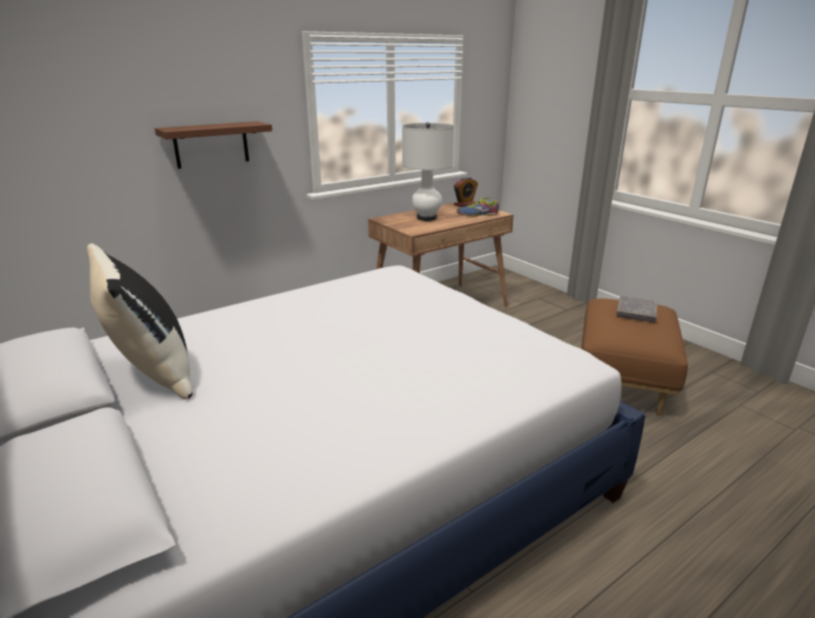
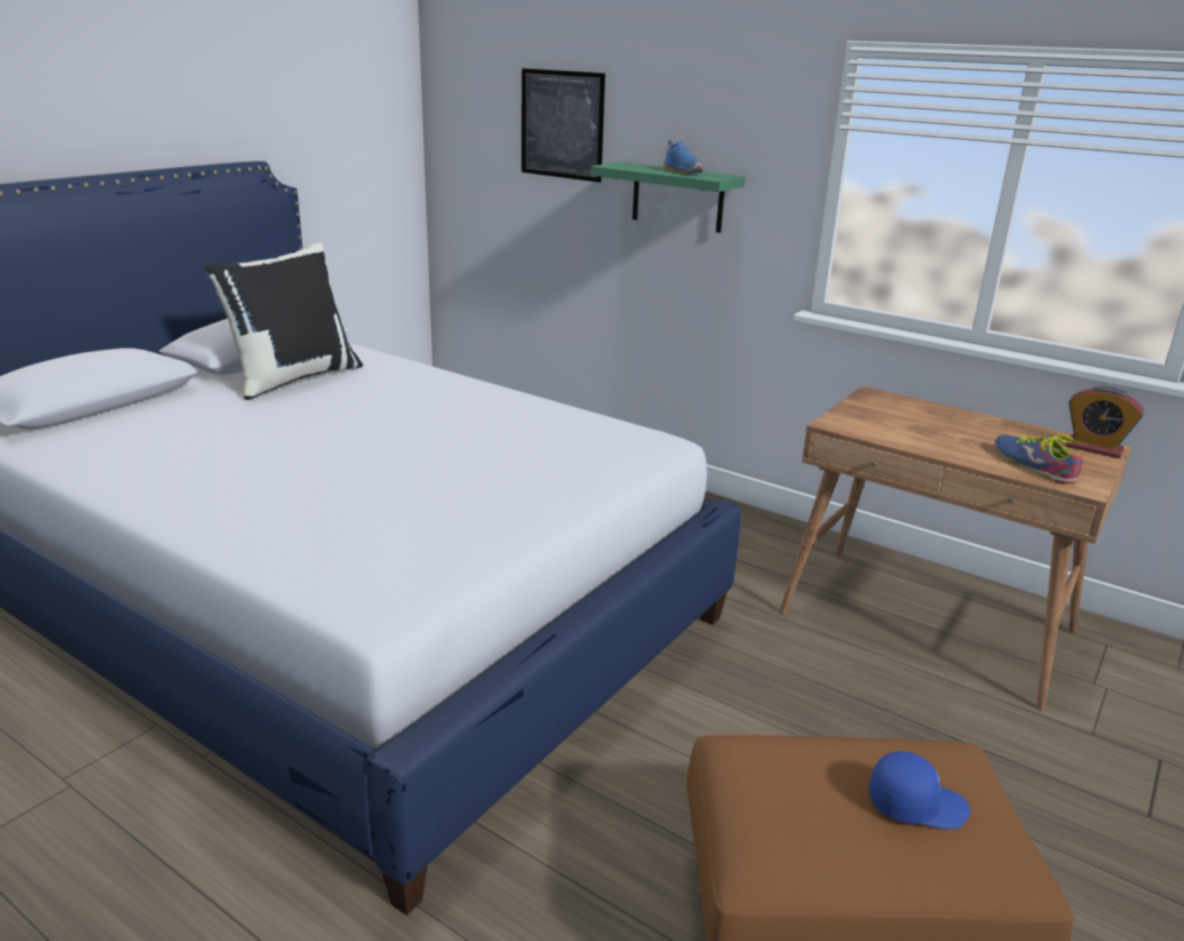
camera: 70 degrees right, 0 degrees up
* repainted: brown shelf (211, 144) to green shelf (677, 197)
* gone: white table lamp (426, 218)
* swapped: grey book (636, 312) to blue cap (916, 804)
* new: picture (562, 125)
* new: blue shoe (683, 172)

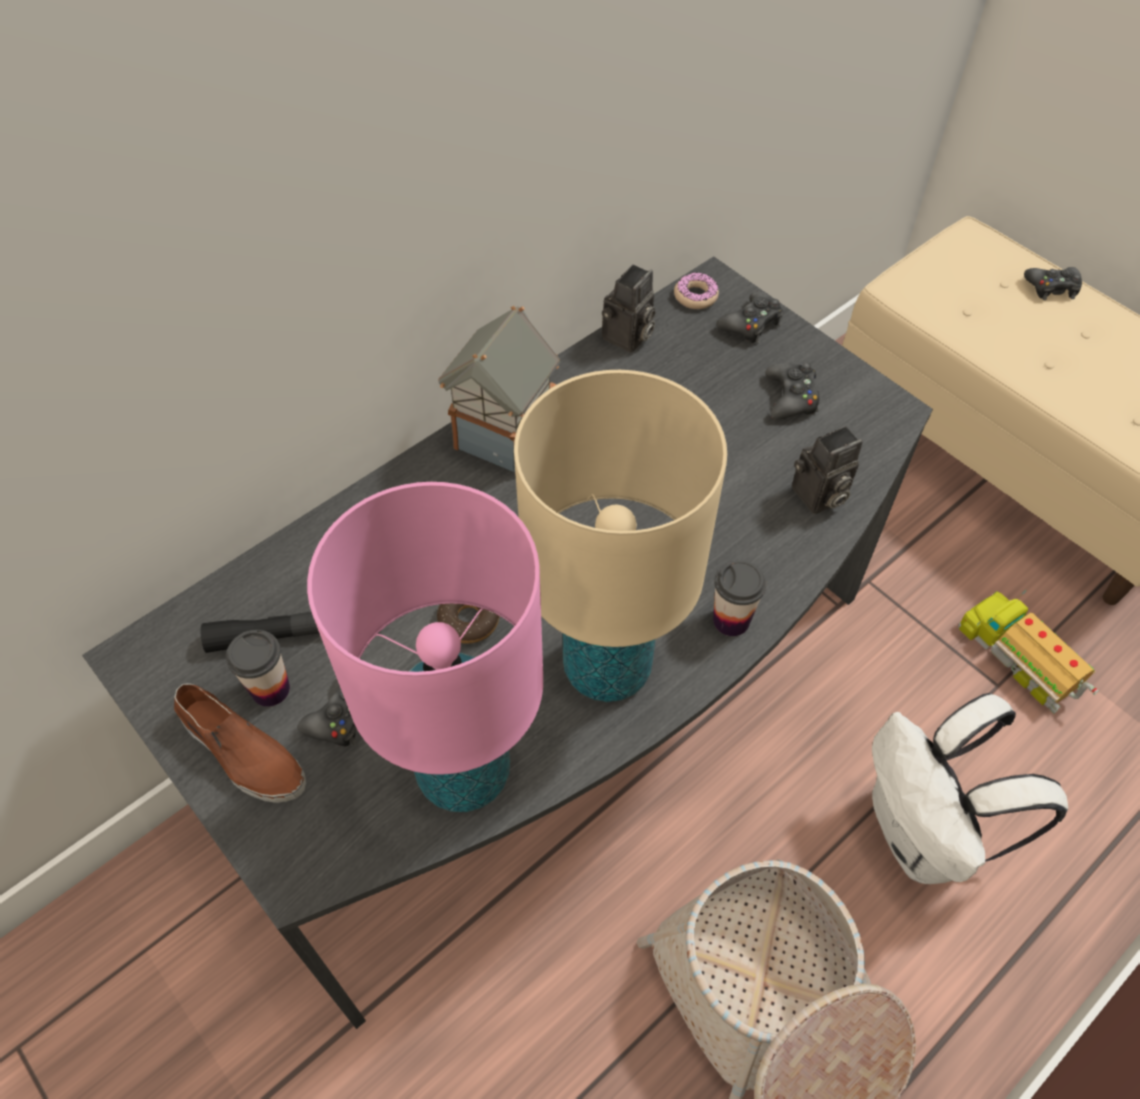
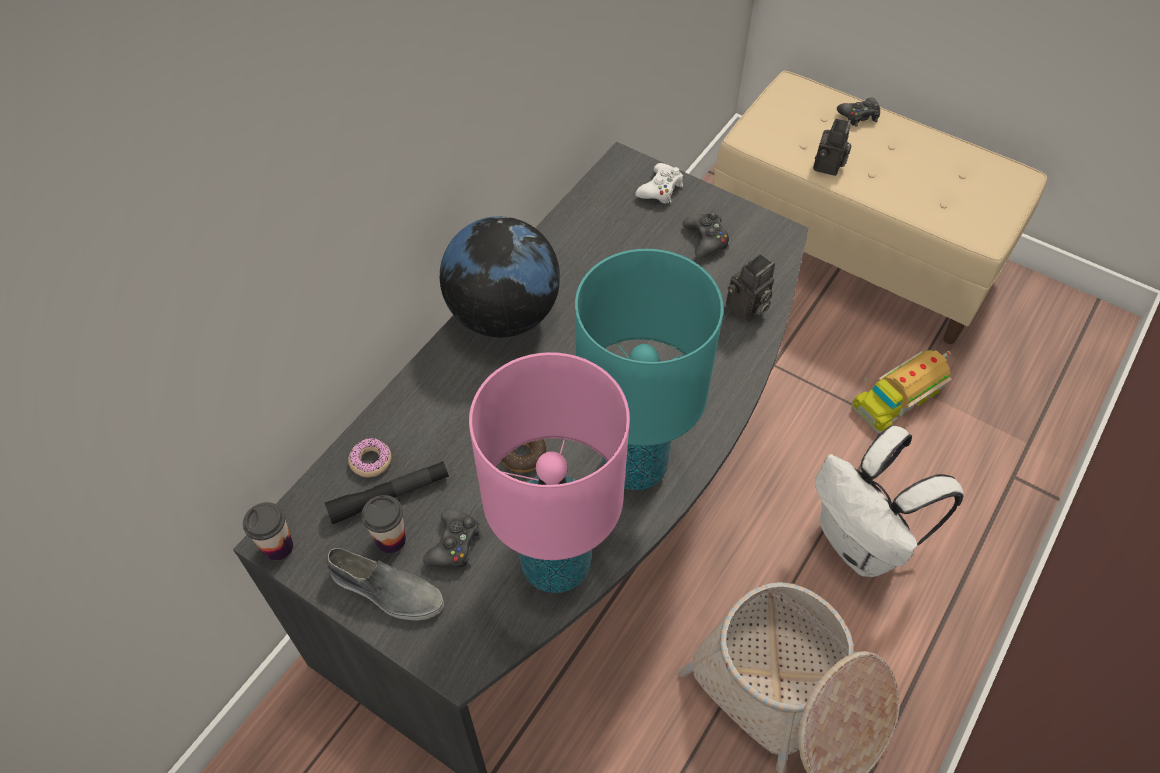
camera: 15 degrees left, 0 degrees up
* repainted: brown shoe (242, 752) to grey shoe (386, 590)
* swapped: toy house (504, 439) to globe (504, 314)
* repainted: beige table lamp (608, 667) to turquoise table lamp (635, 465)
* shifted: photo camera (627, 338) to (828, 167)
* shifted: donut (695, 296) to (371, 461)
* shifted: cup (731, 620) to (278, 547)
* repainted: black game controller (751, 324) to white game controller (660, 189)
* rotated: toy truck (1022, 657) = (898, 396) 75 degrees counterclockwise

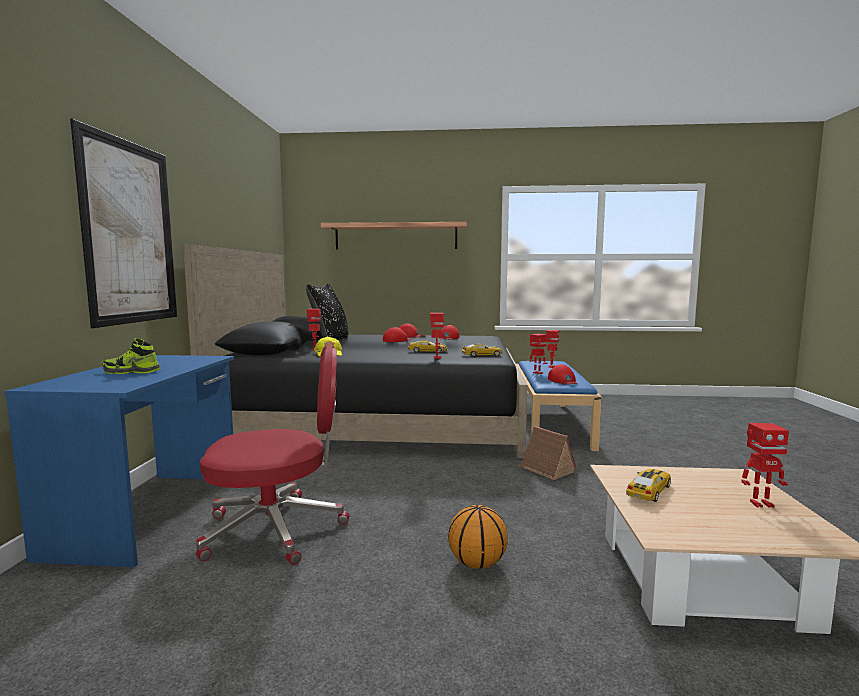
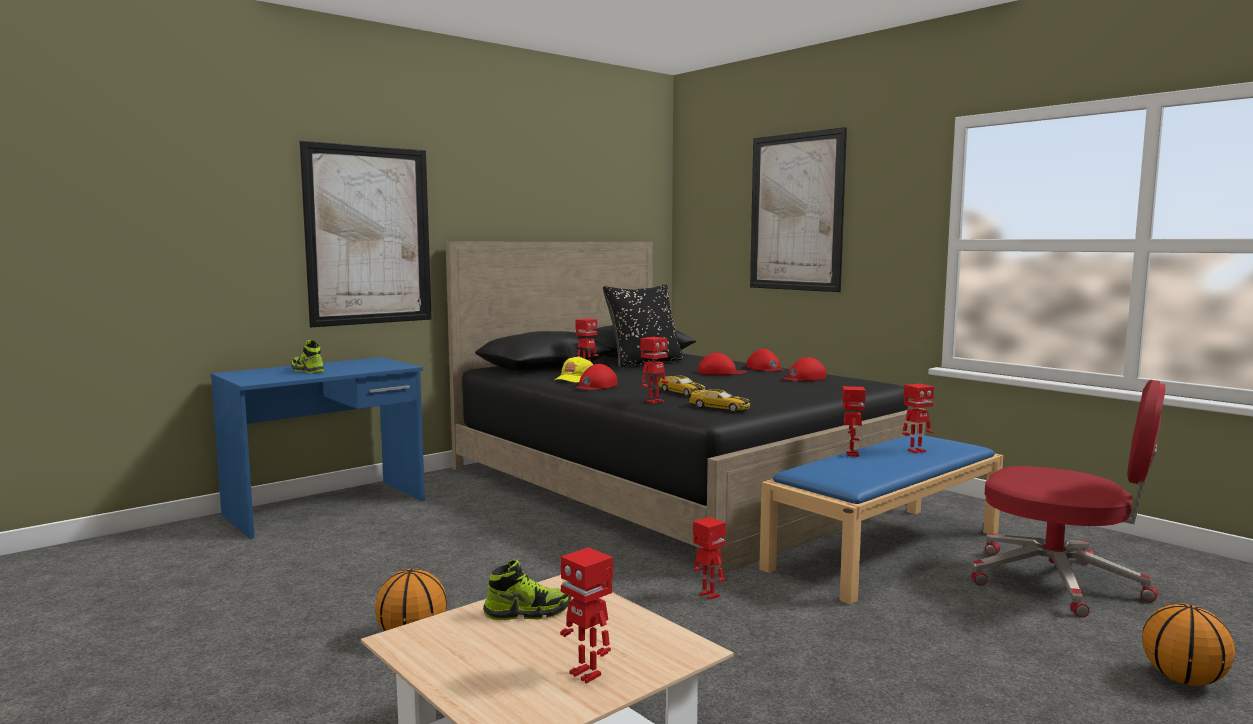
camera: 45 degrees right, 0 degrees up
* shifted: red office chair (277, 529) to (1060, 582)
* swapped: shelf (396, 236) to picture (796, 212)
* swapped: toy house (546, 469) to toy robot (708, 595)
* shifted: red cap (563, 381) to (595, 386)
* swapped: toy car (649, 491) to shoe (527, 612)
* new: basketball (1184, 680)

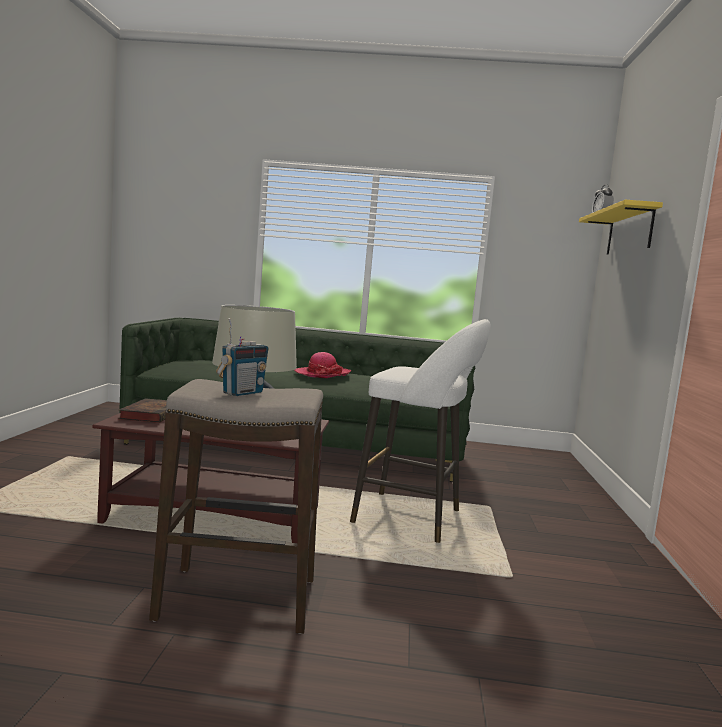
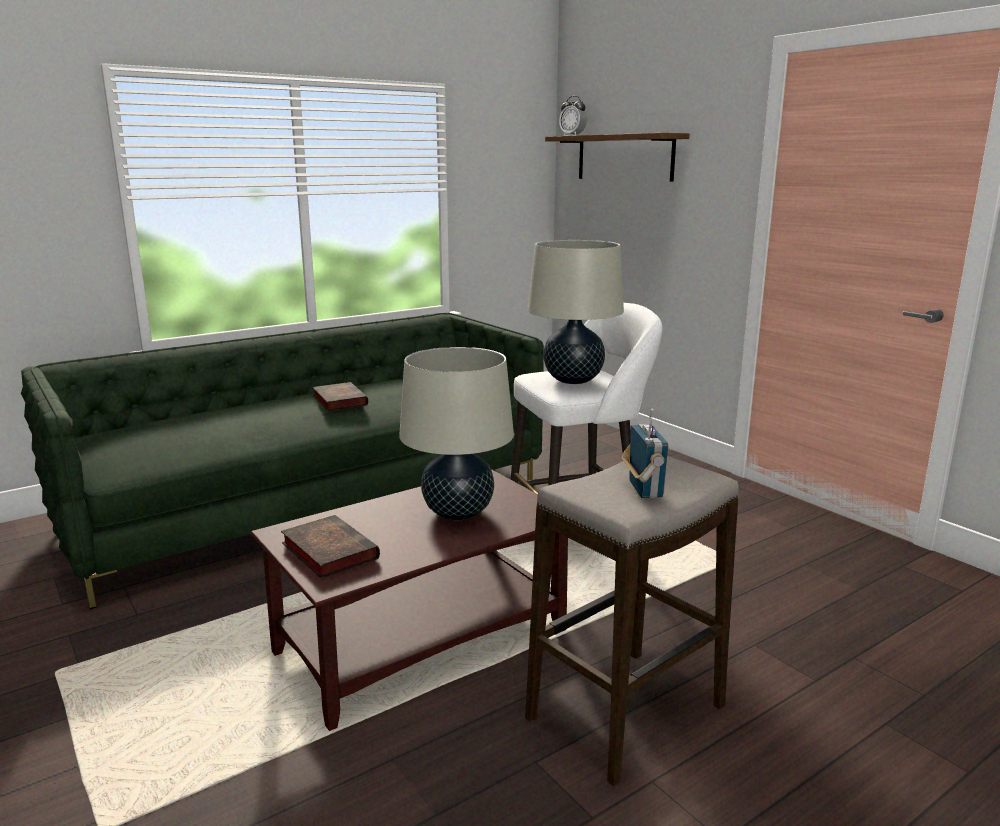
camera: 40 degrees left, 10 degrees up
* swapped: hat (322, 374) to book (338, 400)
* repainted: yellow shelf (629, 232) to brown shelf (624, 157)
* new: beige table lamp (573, 380)

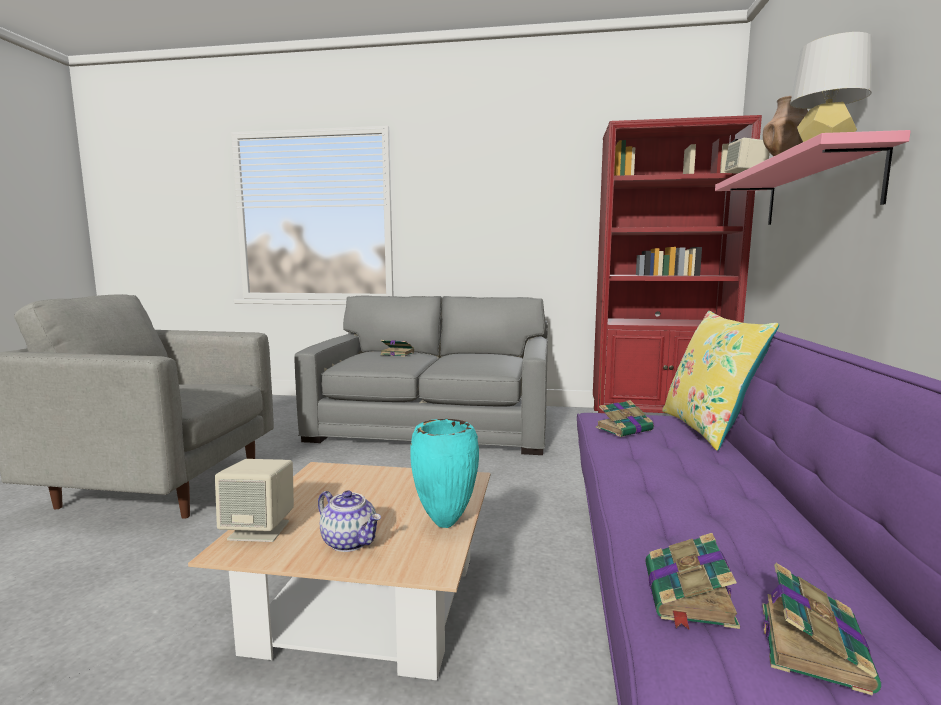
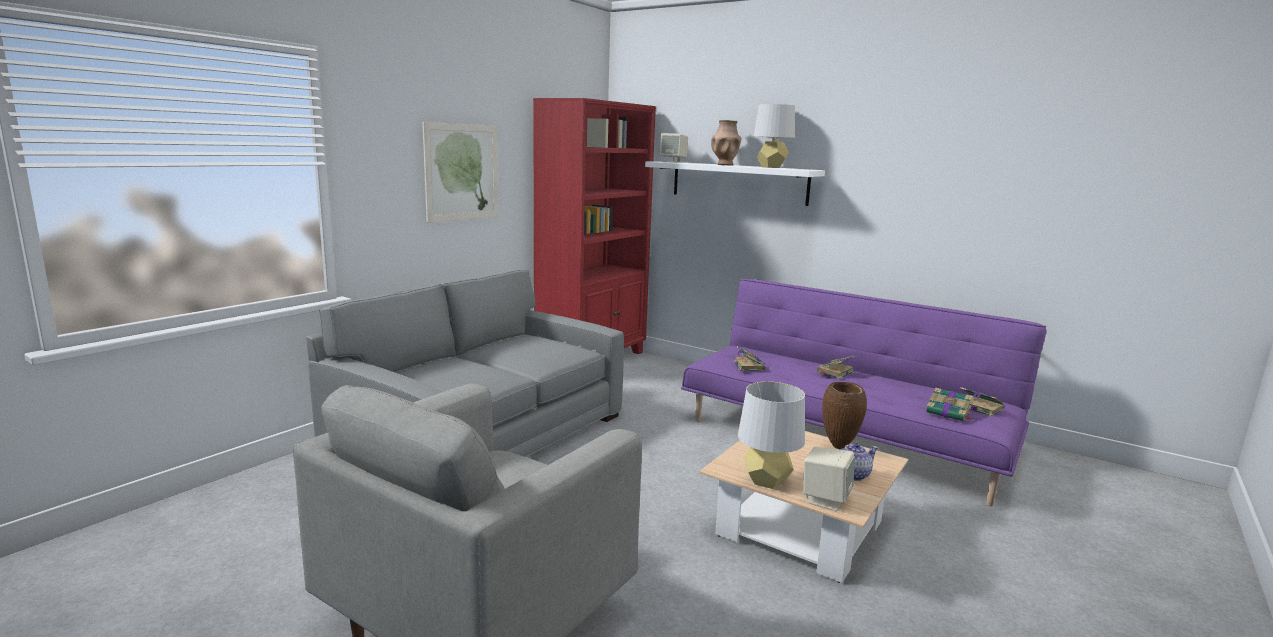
camera: 65 degrees left, 5 degrees up
* shifted: book (396, 354) to (835, 372)
* repainted: turquoise vase (444, 525) to brown vase (839, 447)
* gone: yellow pillow (708, 429)
* repainted: pink shelf (818, 190) to white shelf (738, 182)
* new: picture (462, 172)
* new: grey table lamp (766, 481)

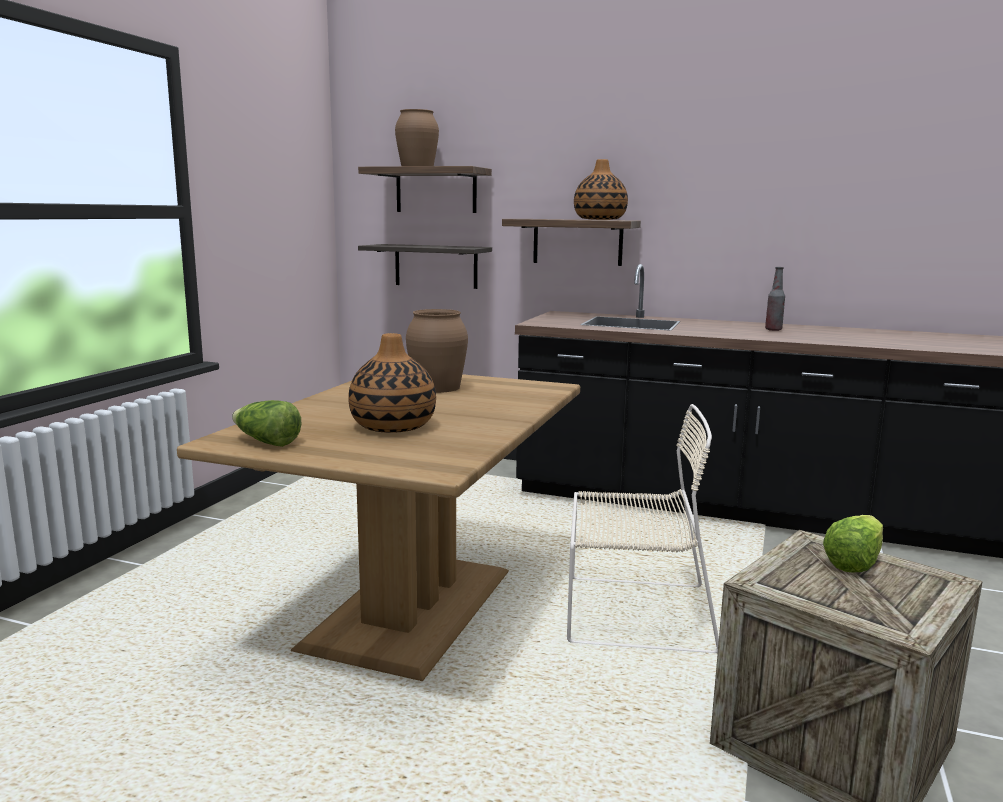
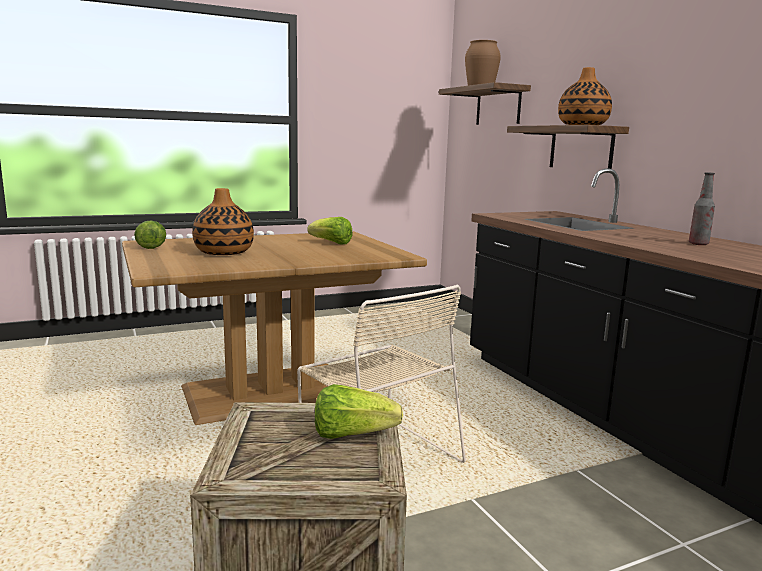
camera: 45 degrees right, 0 degrees up
* gone: shelf (436, 266)
* swapped: brown vase (437, 387) to lettuce (331, 243)

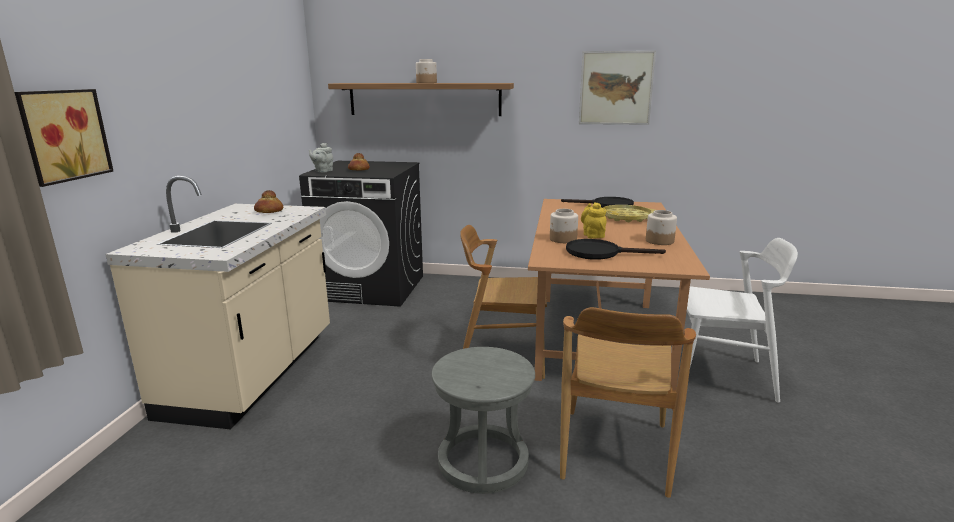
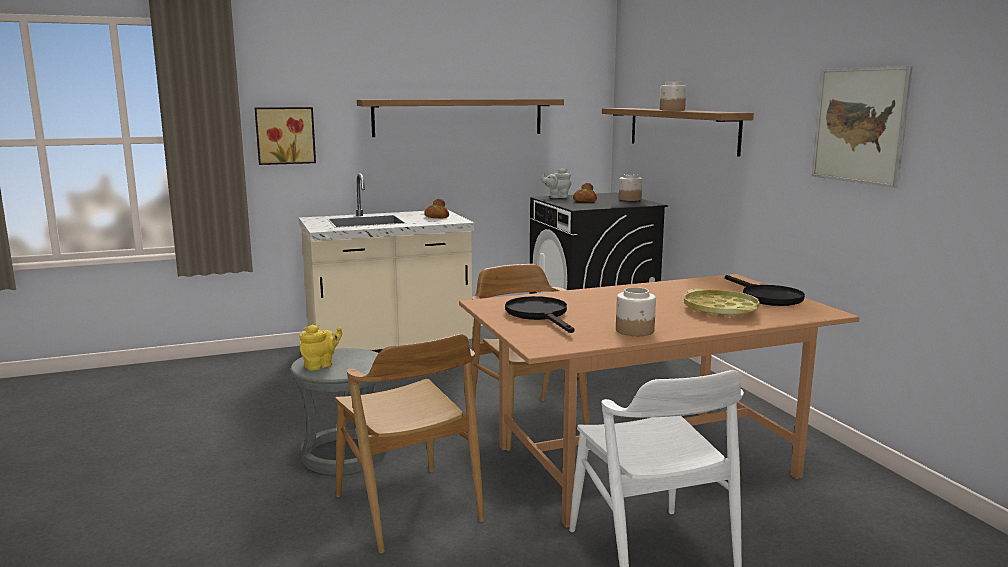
camera: 60 degrees right, 5 degrees down
* shifted: jar (563, 239) to (629, 199)
* rotated: brown chair (614, 451) = (408, 508) 105 degrees counterclockwise
* shifted: yellow teapot (592, 235) to (320, 365)
* new: shelf (458, 117)

